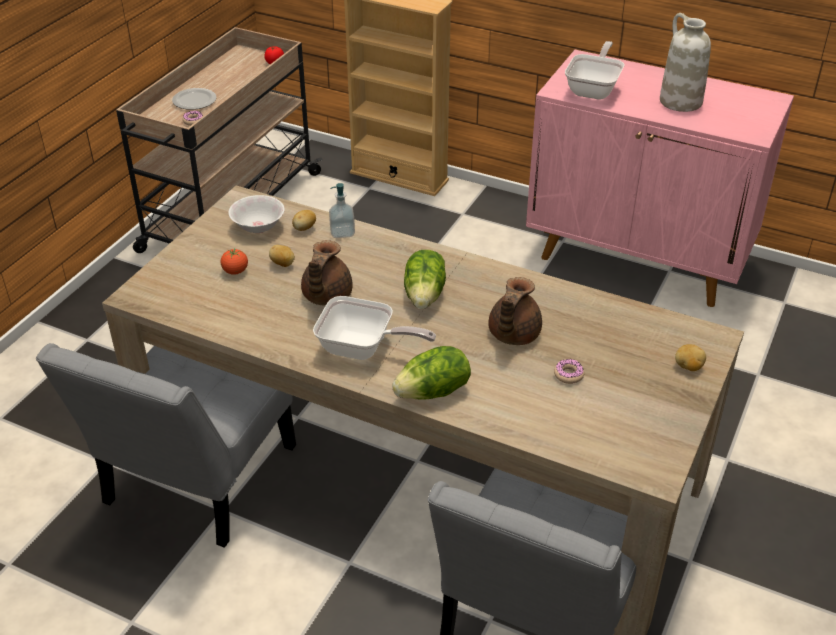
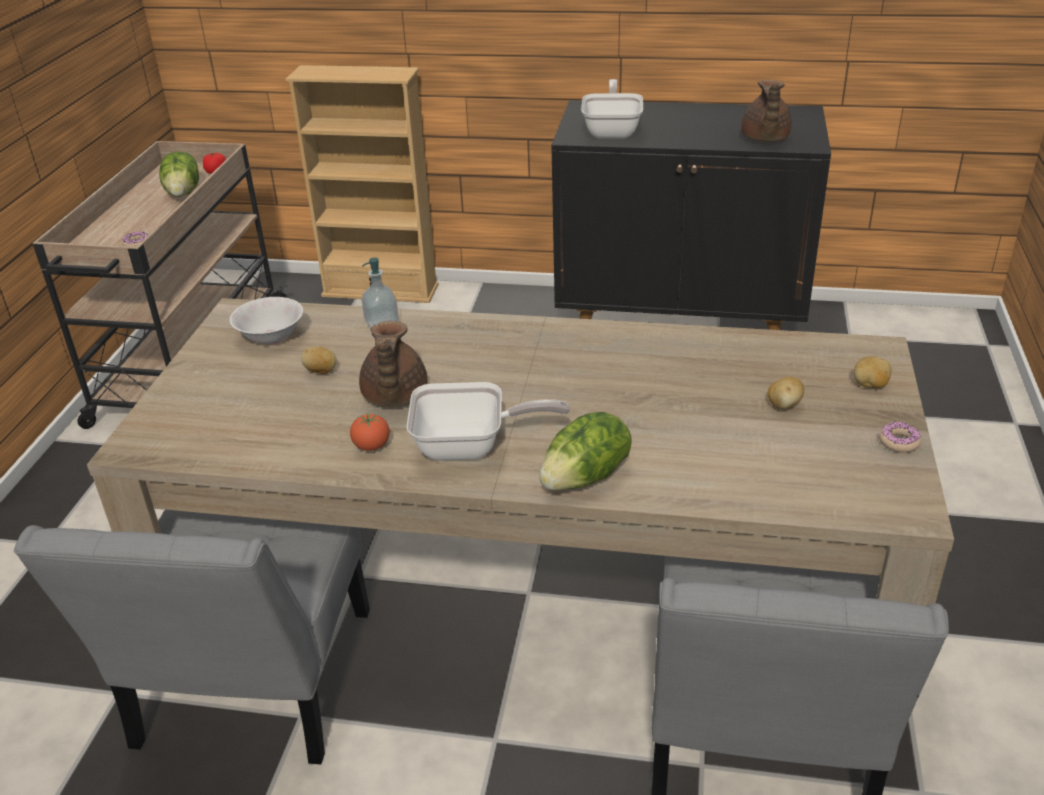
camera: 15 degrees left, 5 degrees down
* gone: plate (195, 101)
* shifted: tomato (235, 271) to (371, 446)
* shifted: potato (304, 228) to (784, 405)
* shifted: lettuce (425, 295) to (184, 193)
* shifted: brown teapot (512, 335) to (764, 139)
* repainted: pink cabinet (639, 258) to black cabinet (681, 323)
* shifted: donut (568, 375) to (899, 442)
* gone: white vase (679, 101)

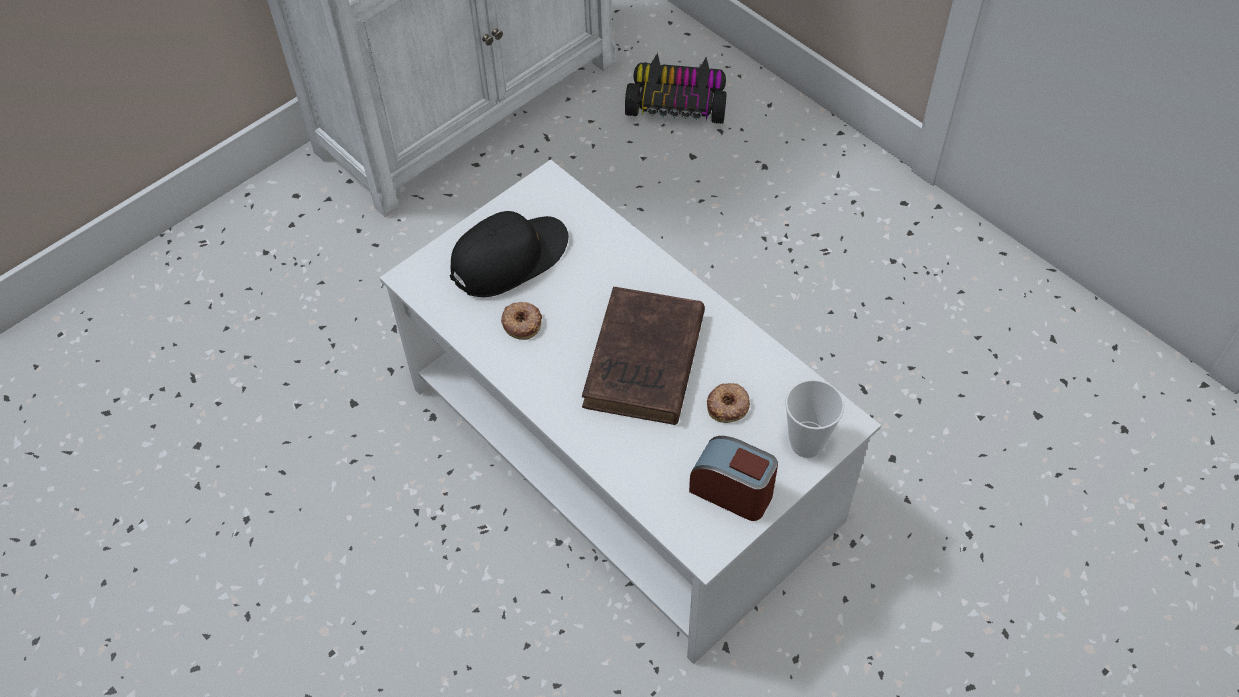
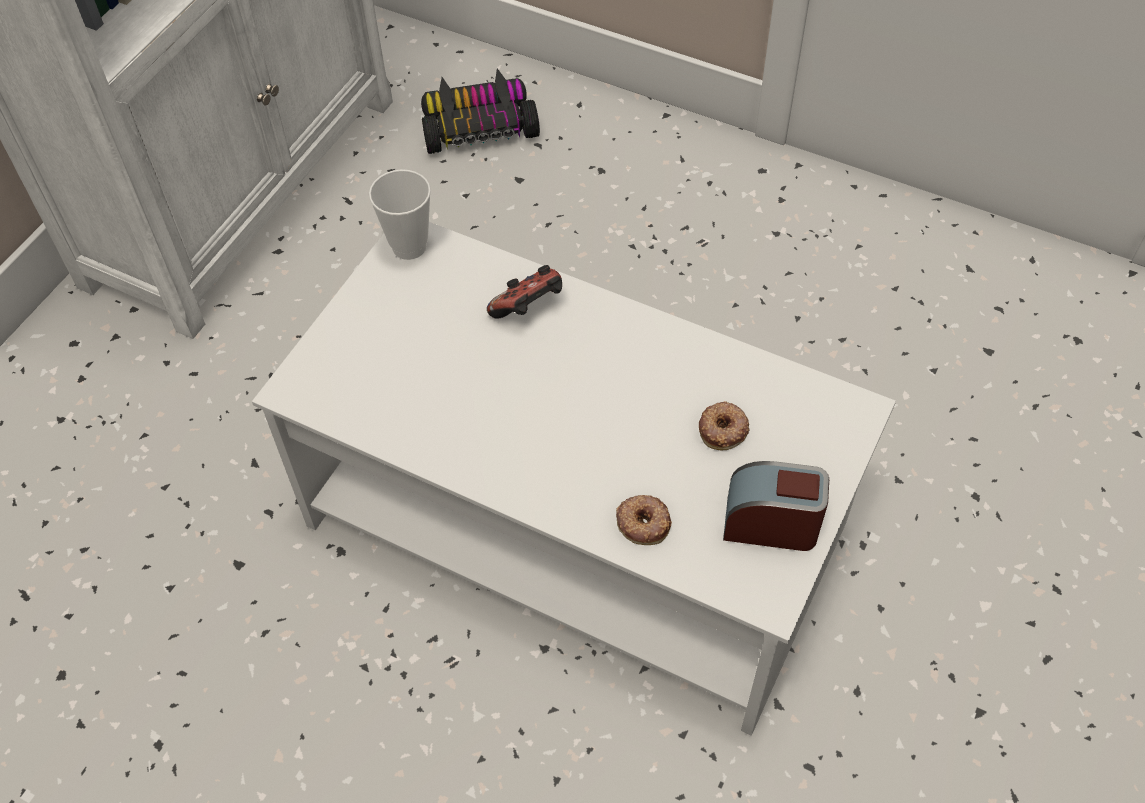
camera: 20 degrees left, 0 degrees up
* gone: black cap (509, 258)
* shifted: donut (522, 322) to (643, 522)
* gone: brown book (643, 364)
* shifted: cup (806, 443) to (409, 246)
* new: game controller (529, 309)

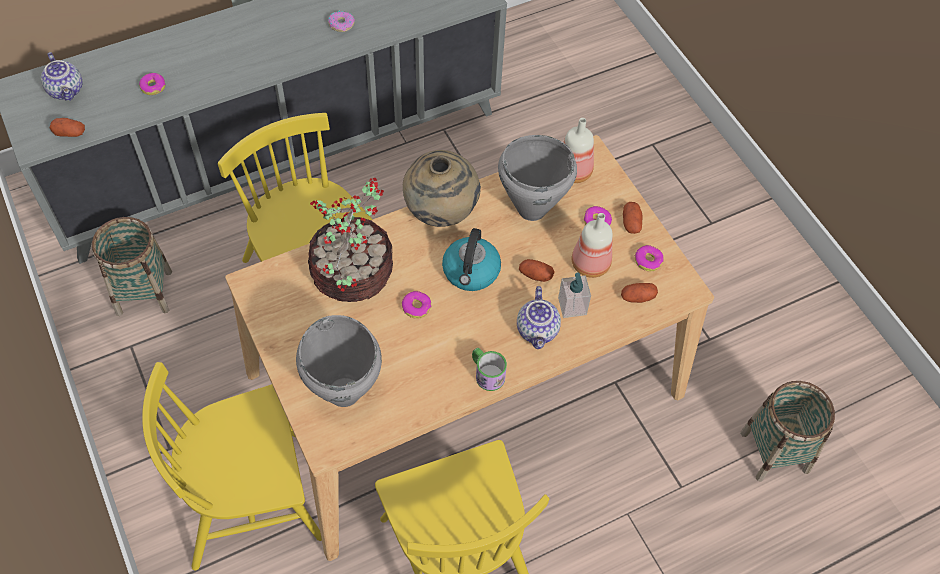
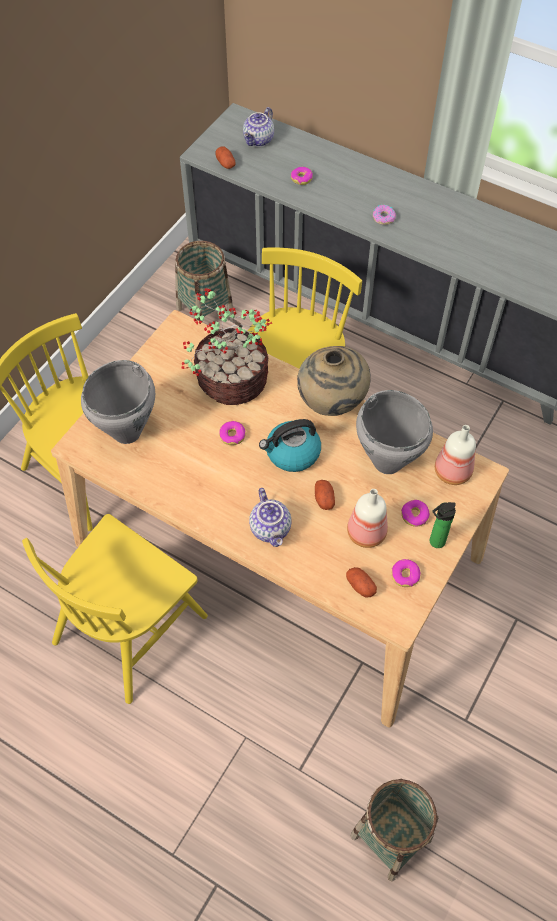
camera: 60 degrees right, 0 degrees up
* shifted: donut (341, 24) to (384, 217)
* gone: mug (486, 373)
* rotated: teapot (538, 331) = (271, 529) 75 degrees counterclockwise
* gone: soap dispenser (572, 306)
* swapped: potato (631, 223) to bottle (435, 542)

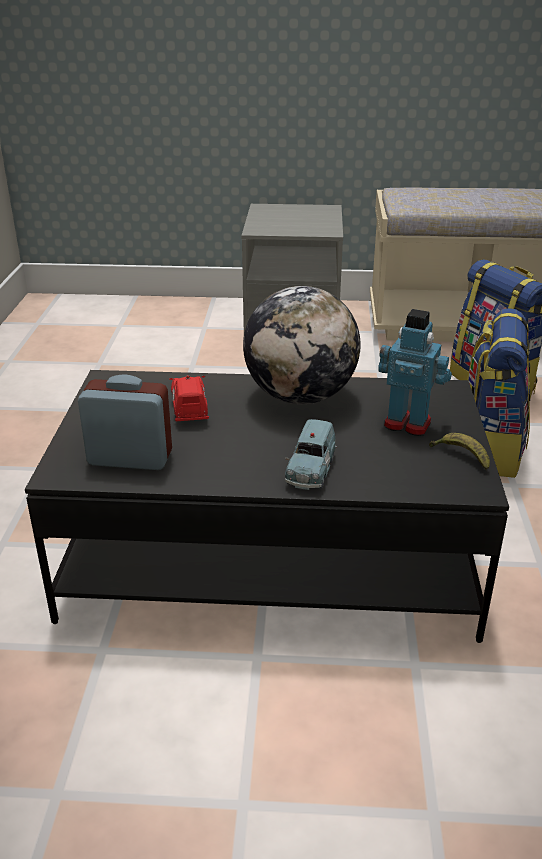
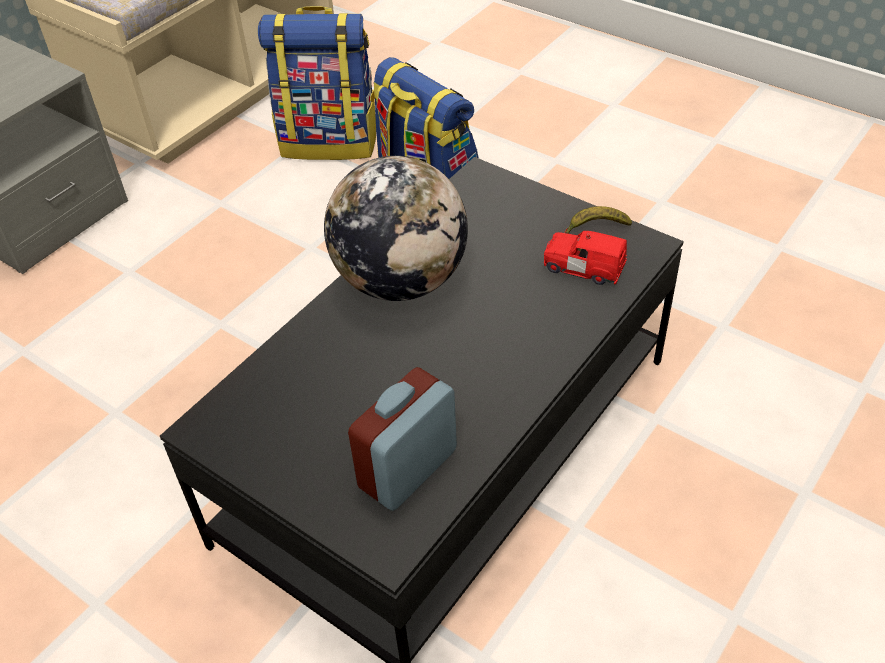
camera: 55 degrees left, 15 degrees up
* shifted: red toy car (190, 408) to (582, 268)
* gone: blue toy car (310, 471)
* gone: toy robot (407, 423)

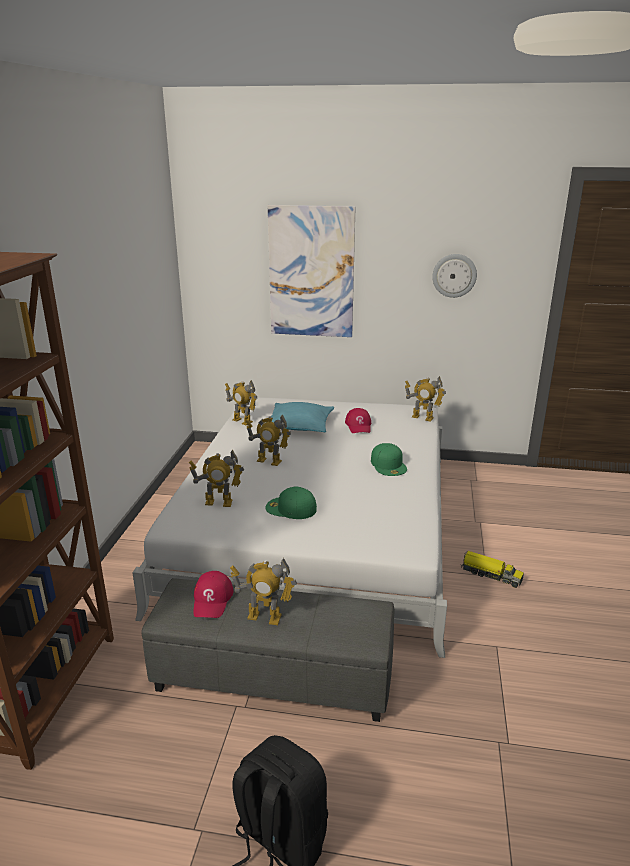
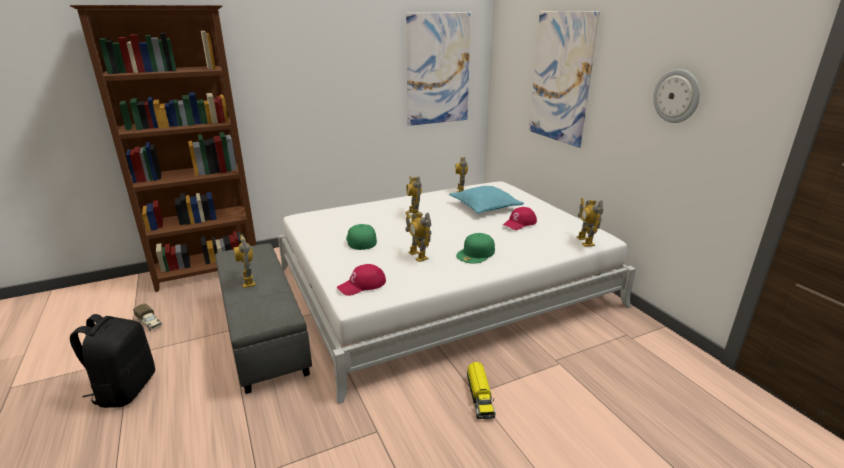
camera: 55 degrees right, 0 degrees up
* shifted: toy robot (219, 503) to (418, 256)
* shifted: red cap (212, 599) to (362, 285)
* new: toy truck (150, 323)
* new: picture (438, 70)

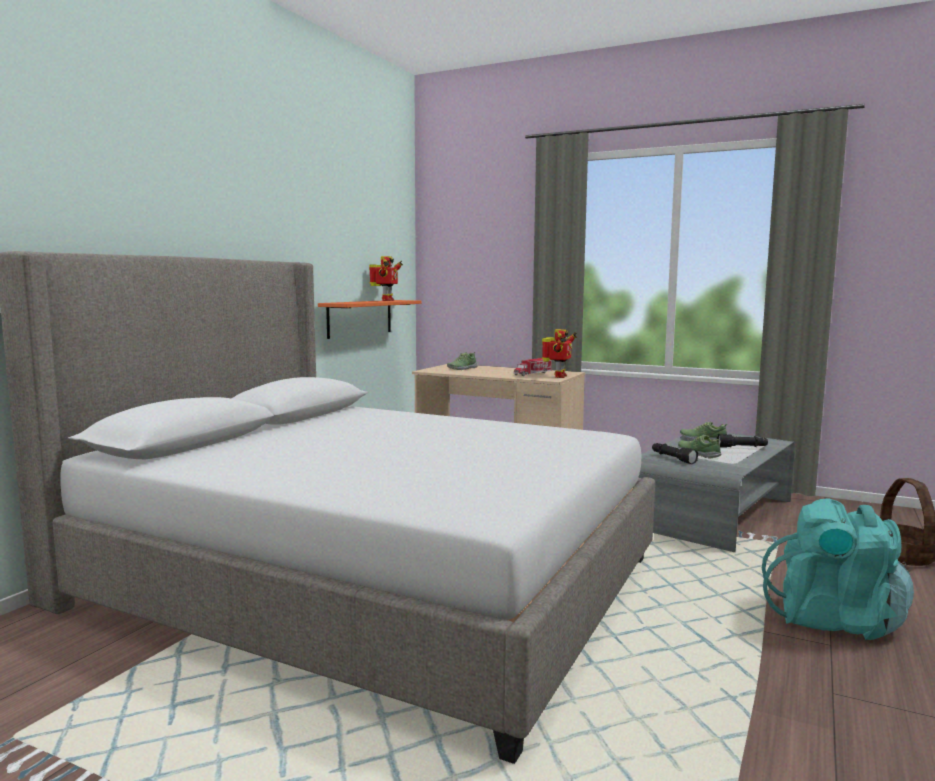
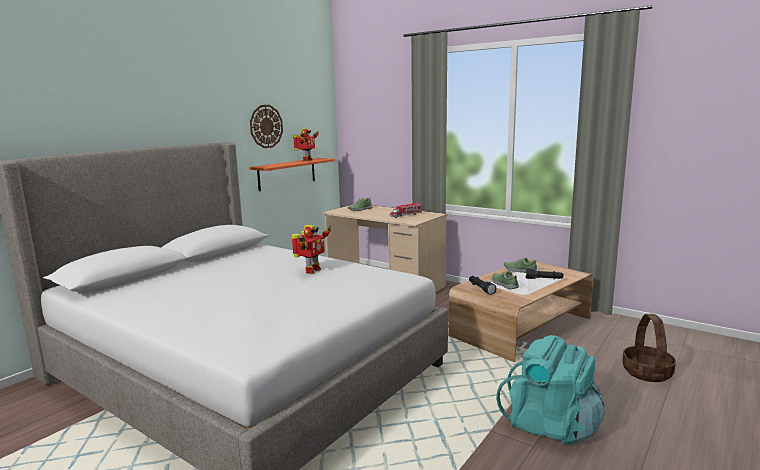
camera: 10 degrees right, 5 degrees up
* shifted: toy robot (558, 376) to (311, 271)
* repainted: grey coffee table (713, 513) to brown coffee table (521, 327)
* new: wall clock (266, 126)

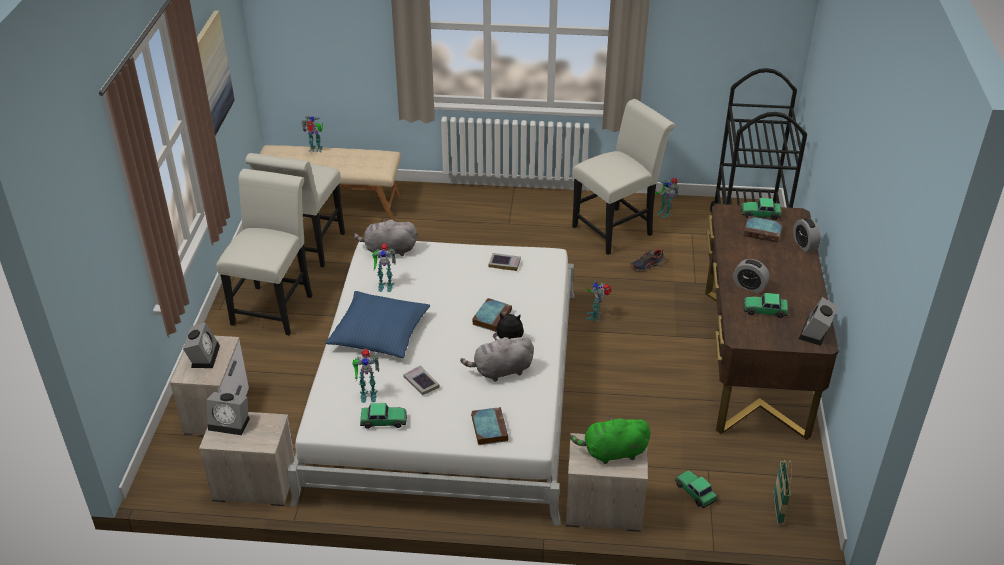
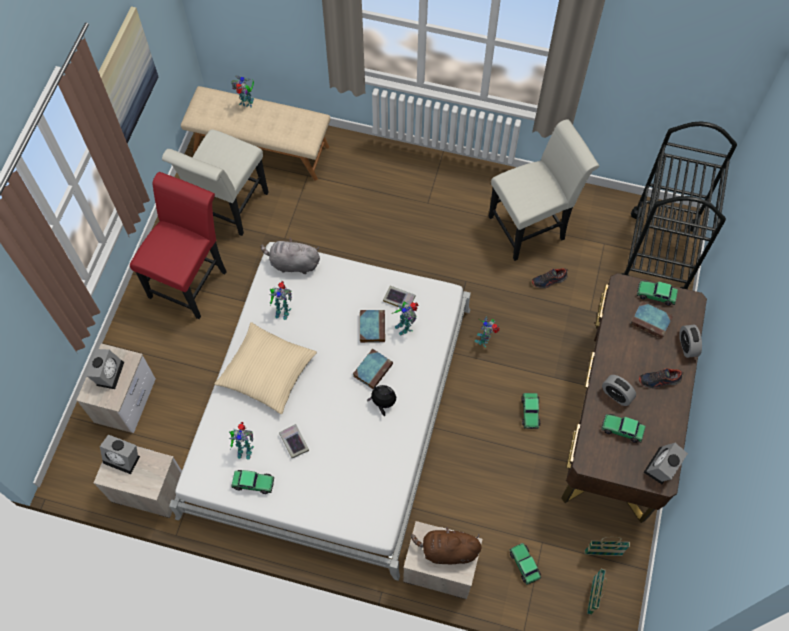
camera: 10 degrees right, 25 degrees up
* repainted: white chair (275, 306) to red chair (191, 279)
* repainted: blue pillow (379, 333) to beige pillow (267, 372)
* gone: grey plush toy (500, 371)
* shifted: book (489, 428) to (372, 326)
* repainted: green plush toy (612, 452) to brown plush toy (447, 550)
* shifted: toy robot (665, 212) to (405, 326)
* new: toy car (530, 412)
* new: basket (603, 553)
* new: shoe (659, 380)

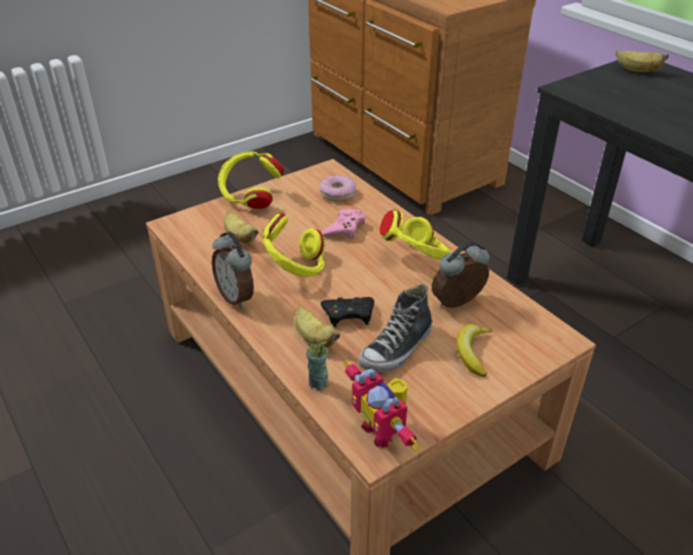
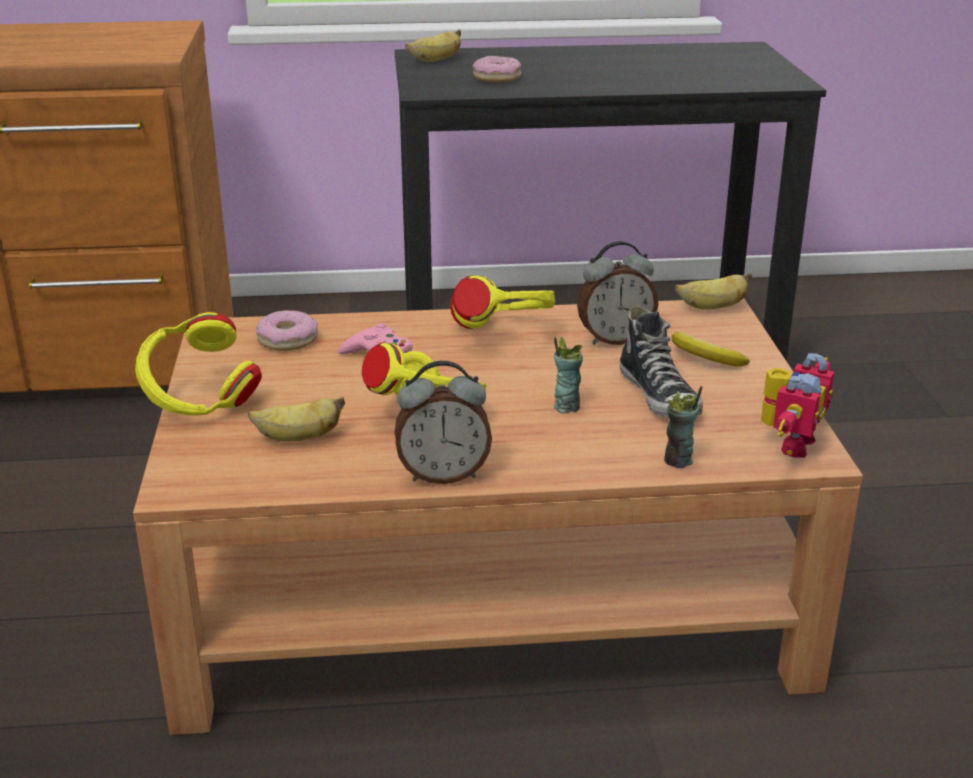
camera: 60 degrees left, 10 degrees down
* shifted: banana (314, 338) to (712, 307)
* swapped: black game controller (348, 314) to cup (566, 407)
* rotated: toy robot (383, 429) = (788, 443) 60 degrees counterclockwise
* rotated: alarm clock (458, 304) = (614, 339) 105 degrees counterclockwise
* new: donut (497, 78)

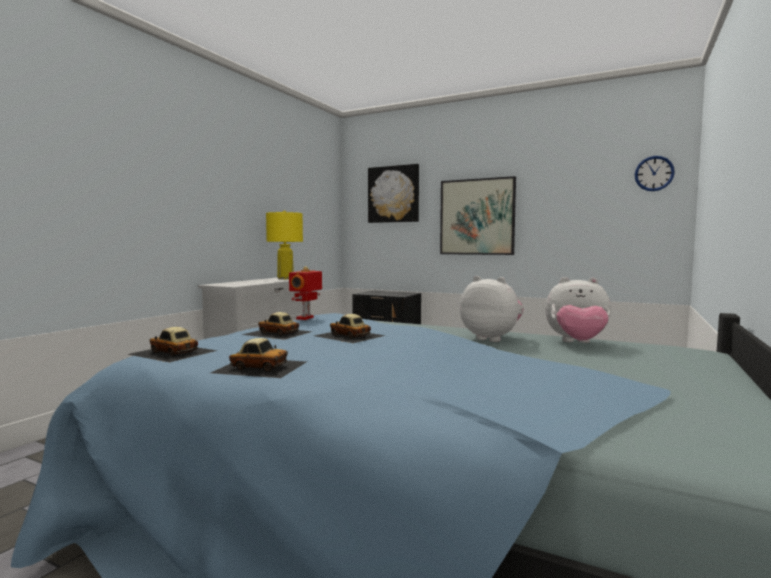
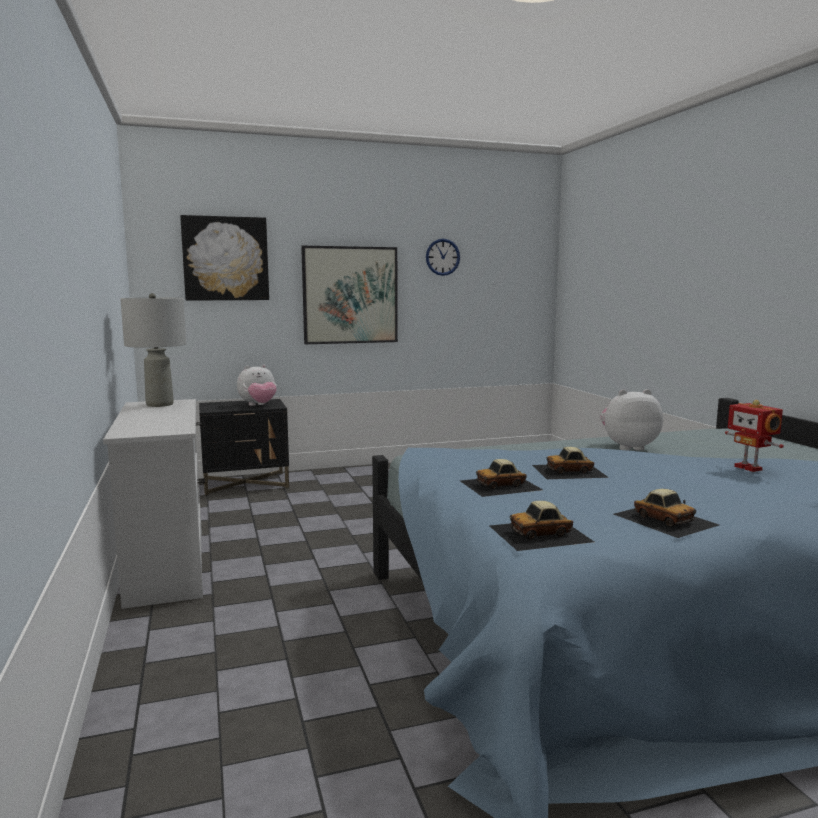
camera: 45 degrees left, 5 degrees up
* rotated: toy car (260, 367) = (665, 519) 90 degrees clockwise
* repainted: yellow table lamp (285, 278) to grey table lamp (159, 404)
* shifted: toy robot (306, 318) to (749, 468)
* shifted: plush toy (577, 343) to (258, 405)
* shifted: wall clock (654, 173) to (442, 257)

